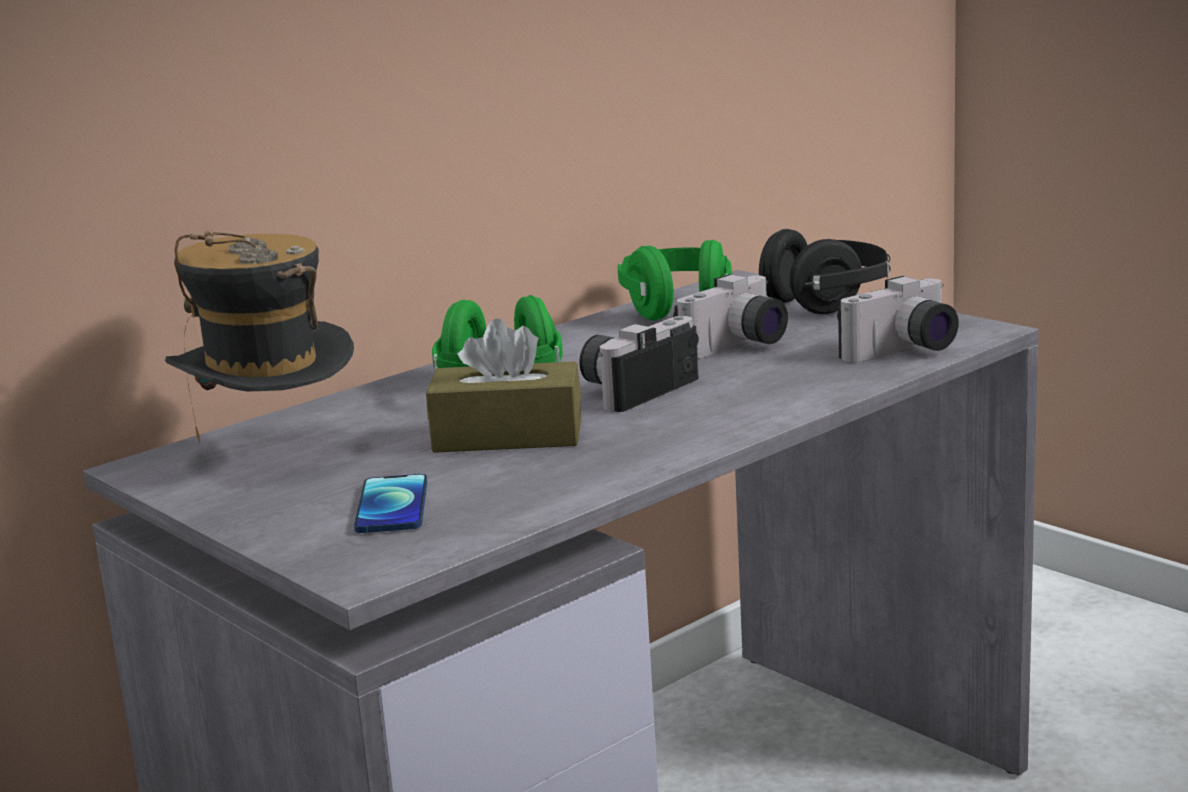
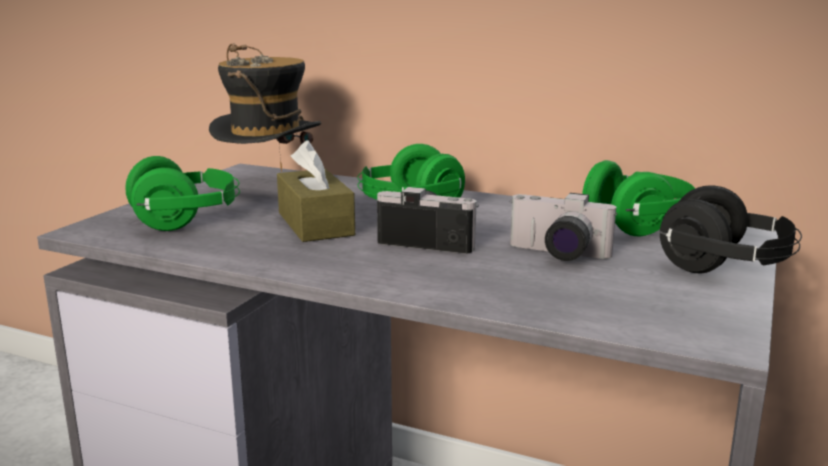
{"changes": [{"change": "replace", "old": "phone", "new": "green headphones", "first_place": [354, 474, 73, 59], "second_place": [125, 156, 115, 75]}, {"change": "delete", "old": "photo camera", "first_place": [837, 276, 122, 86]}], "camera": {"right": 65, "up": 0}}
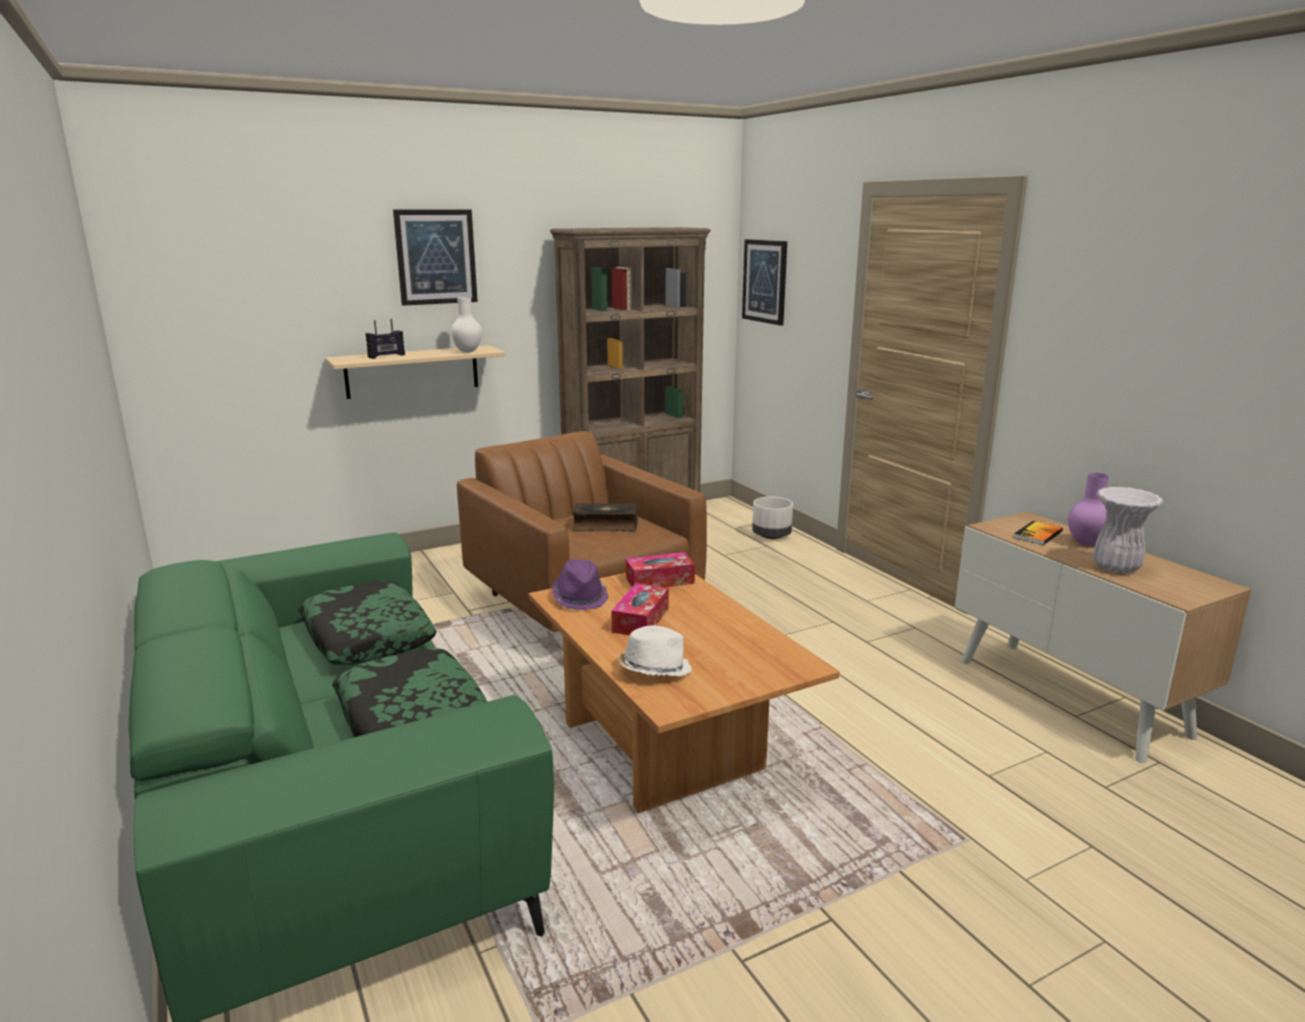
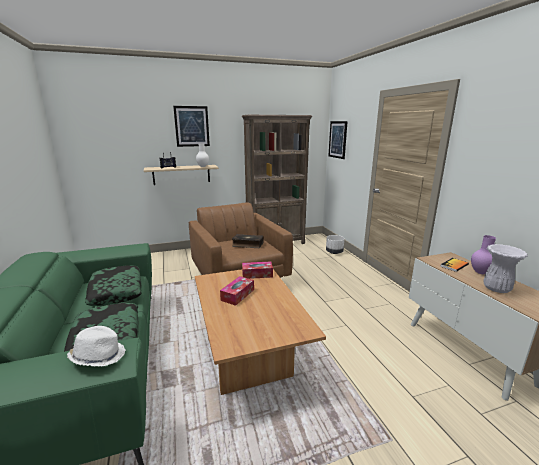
{"changes": [{"change": "delete", "old": "purple hat", "first_place": [552, 559, 57, 51]}, {"change": "move", "old": "white hat", "first_place": [618, 625, 74, 51], "second_place": [67, 326, 59, 41]}], "camera": {"right": 10, "up": 0}}
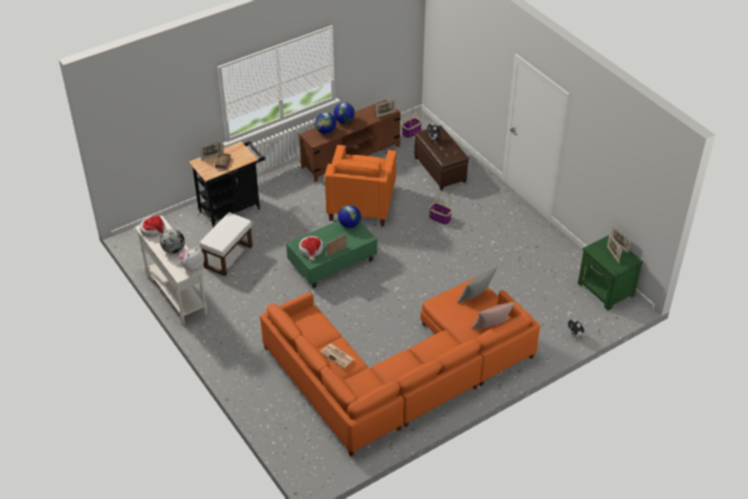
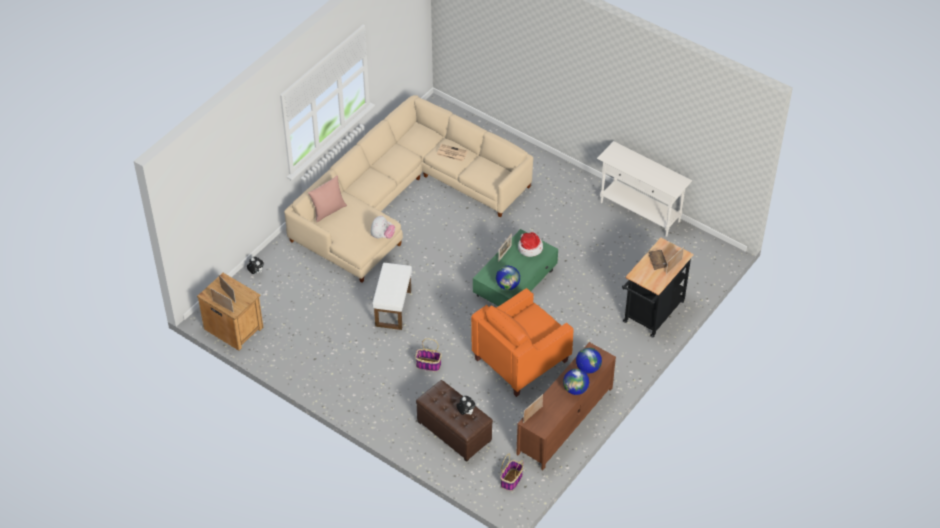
{"changes": [{"change": "delete", "old": "hat", "first_place": [140, 215, 25, 23]}, {"change": "delete", "old": "globe", "first_place": [160, 229, 25, 25]}, {"change": "move", "old": "plush toy", "first_place": [178, 248, 26, 24], "second_place": [371, 215, 24, 24]}, {"change": "move", "old": "white ottoman", "first_place": [200, 212, 53, 64], "second_place": [372, 263, 40, 67]}, {"change": "recolor", "old": "orange sofa", "new": "beige sofa", "first_place": [260, 277, 280, 180], "second_place": [284, 95, 249, 188]}, {"change": "rotate", "old": "orange armchair", "first_place": [325, 145, 72, 81], "second_place": [471, 288, 103, 109], "degrees": -120}, {"change": "delete", "old": "grey pillow", "first_place": [458, 268, 39, 35]}, {"change": "recolor", "old": "green nightstand", "new": "brown nightstand", "first_place": [578, 235, 65, 75], "second_place": [197, 273, 67, 78]}], "camera": {"right": 160, "up": 5}}
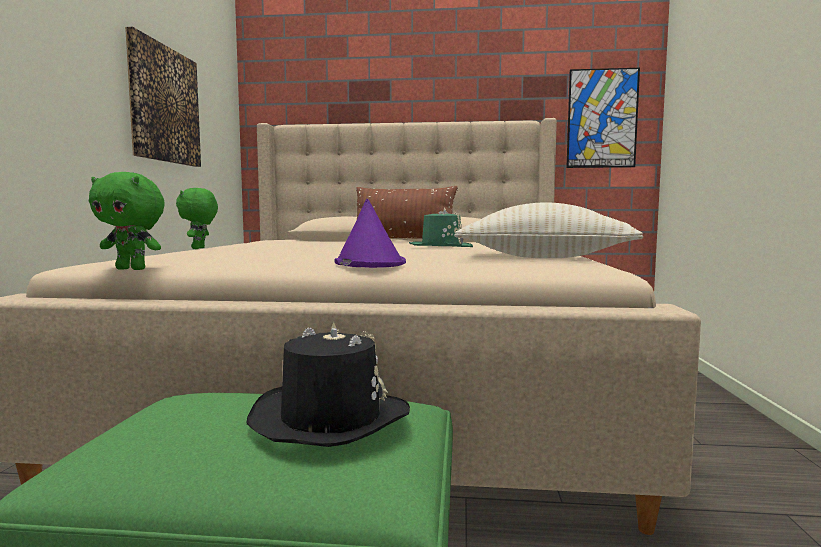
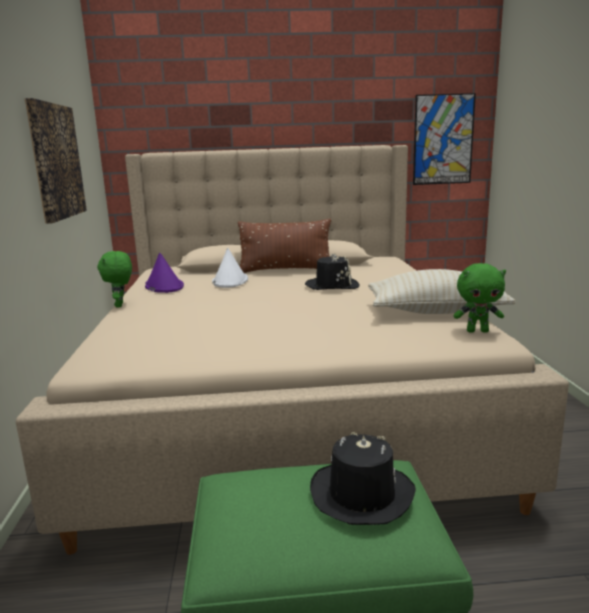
{"changes": [{"change": "move", "old": "green plush toy", "first_place": [89, 172, 76, 98], "second_place": [453, 263, 53, 70]}, {"change": "move", "old": "purple hat", "first_place": [335, 199, 71, 69], "second_place": [145, 253, 39, 40]}, {"change": "recolor", "old": "green hat", "new": "black hat", "first_place": [409, 208, 64, 39], "second_place": [305, 254, 55, 36]}, {"change": "insert", "new": "white hat", "second_place": [212, 248, 36, 40]}], "camera": {"right": -10, "up": 10}}
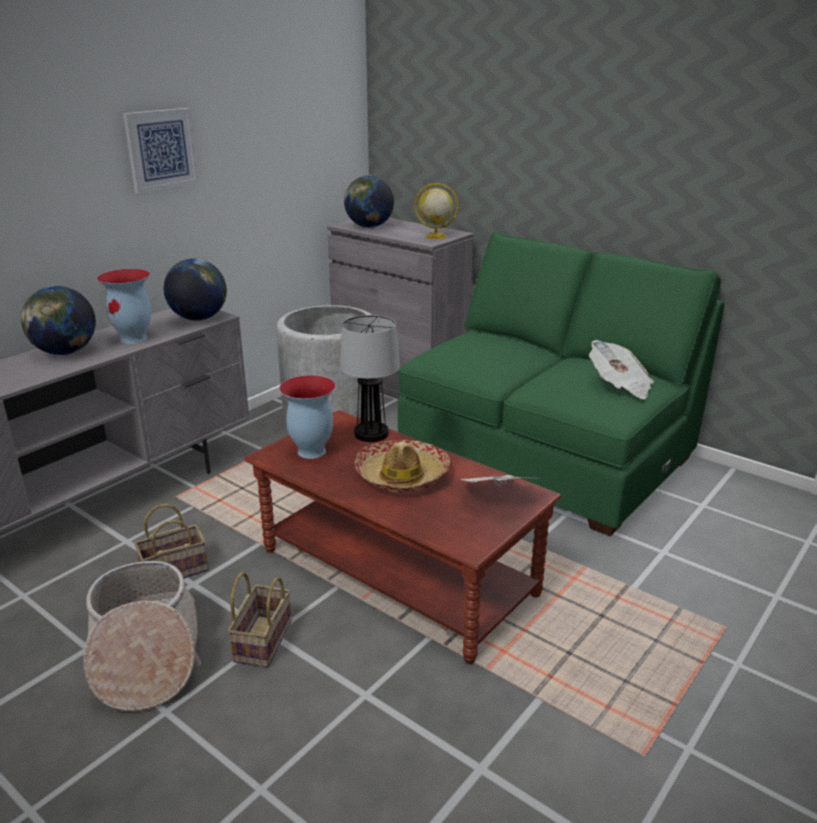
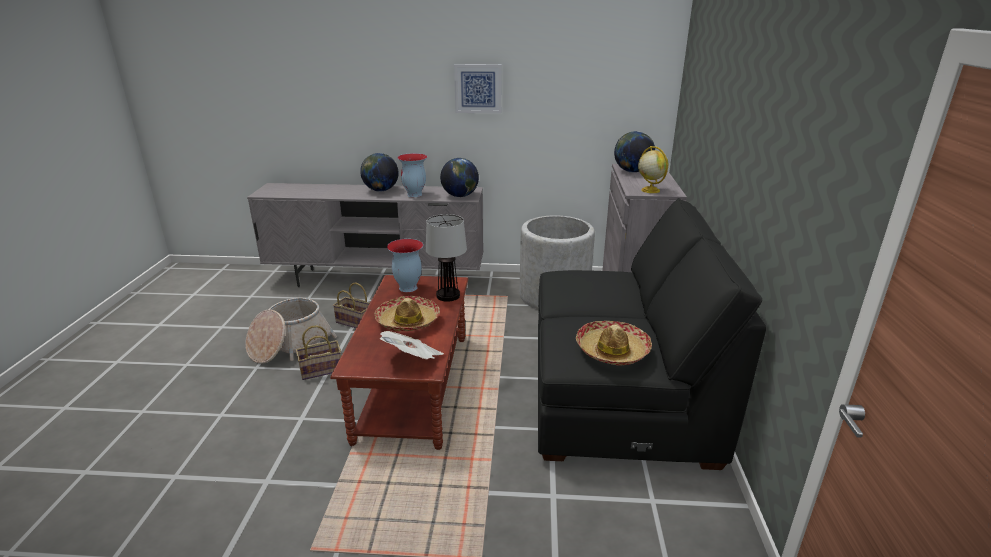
{"changes": [{"change": "recolor", "old": "green sofa", "new": "black sofa", "first_place": [398, 232, 326, 304], "second_place": [538, 198, 228, 272]}, {"change": "replace", "old": "newspaper", "new": "hat", "first_place": [589, 340, 65, 59], "second_place": [576, 321, 76, 44]}], "camera": {"right": 55, "up": 0}}
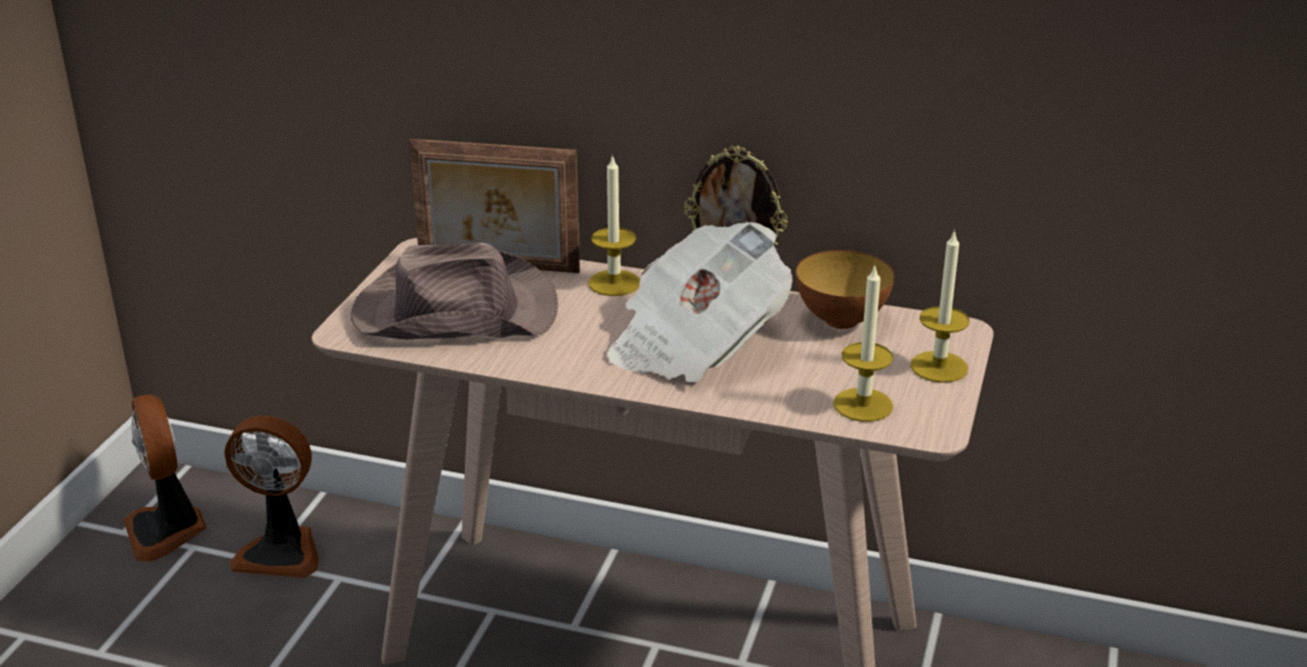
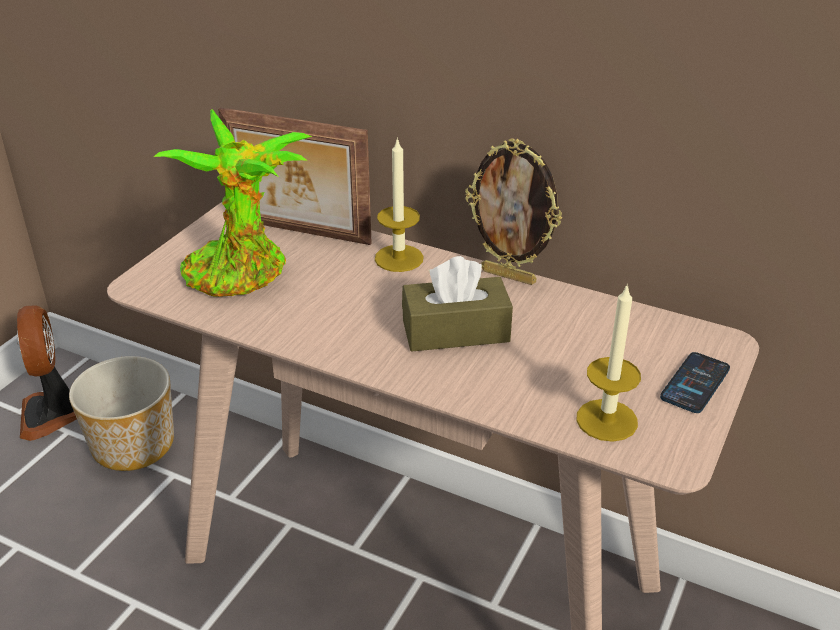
{"changes": [{"change": "replace", "old": "fan", "new": "planter", "first_place": [224, 415, 94, 163], "second_place": [69, 356, 105, 115]}, {"change": "replace", "old": "brown hat", "new": "potted plant", "first_place": [351, 243, 207, 97], "second_place": [154, 109, 158, 188]}, {"change": "replace", "old": "newspaper", "new": "brown tissue box", "first_place": [607, 222, 185, 160], "second_place": [402, 256, 111, 96]}, {"change": "delete", "old": "bowl", "first_place": [796, 250, 98, 79]}, {"change": "replace", "old": "candle", "new": "phone", "first_place": [910, 229, 59, 154], "second_place": [660, 352, 70, 61]}], "camera": {"right": 10, "up": 5}}
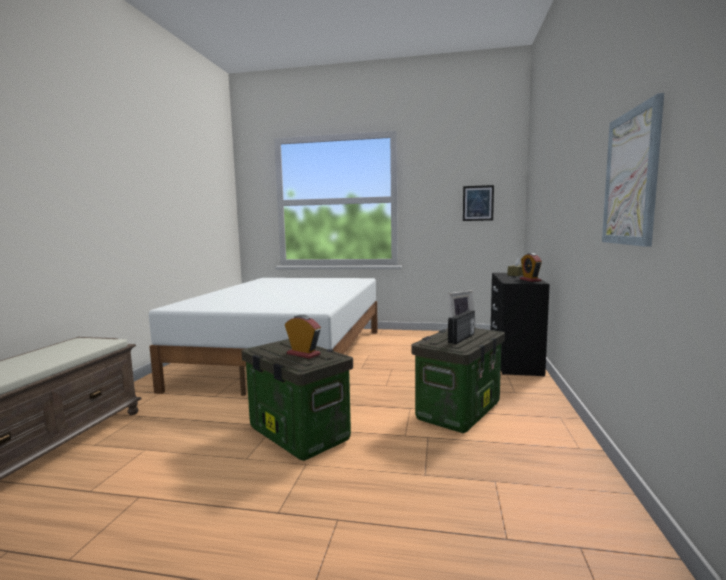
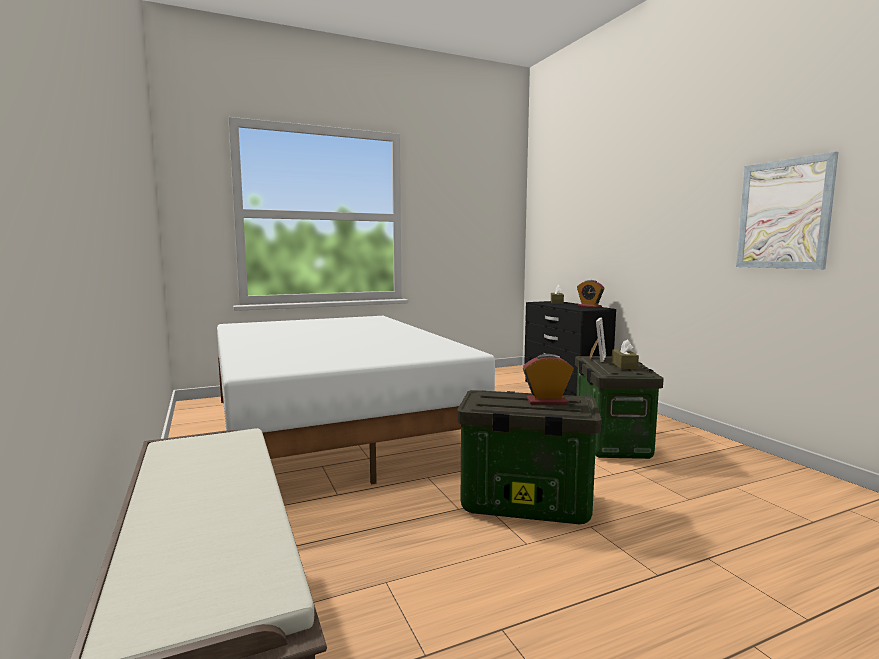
{"changes": [{"change": "replace", "old": "radio", "new": "brown tissue box", "first_place": [448, 310, 27, 34], "second_place": [612, 340, 27, 29]}, {"change": "delete", "old": "picture", "first_place": [463, 185, 31, 36]}], "camera": {"right": -35, "up": 0}}
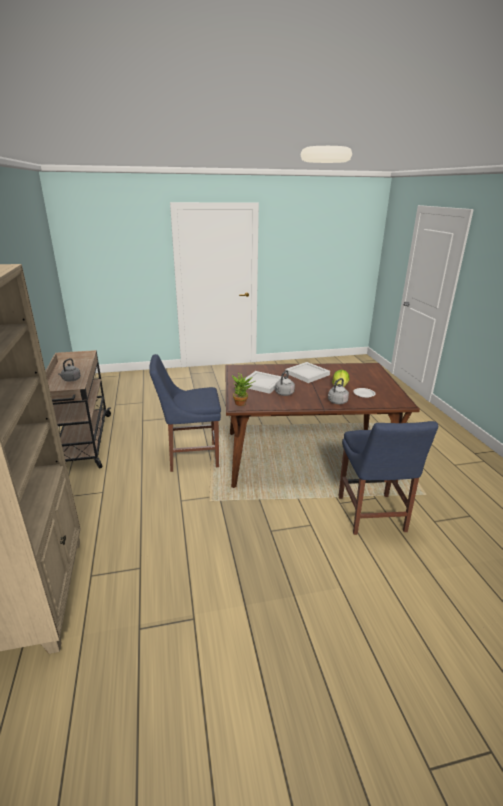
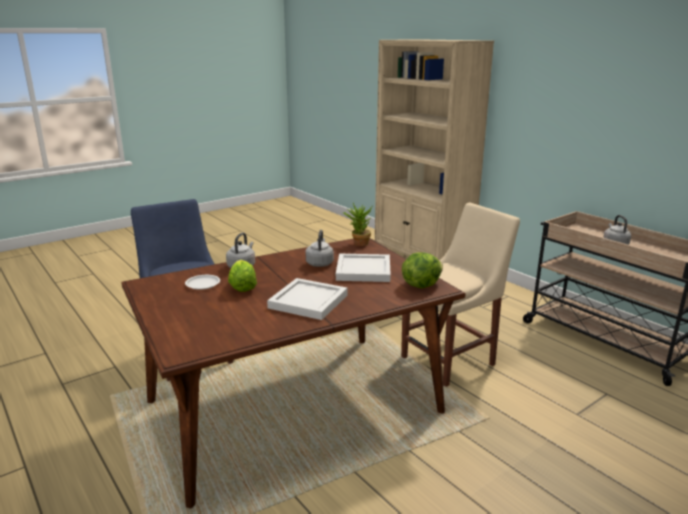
{"changes": [{"change": "recolor", "old": "blue chair", "new": "beige chair", "first_place": [149, 354, 72, 118], "second_place": [401, 203, 119, 184]}, {"change": "insert", "new": "lettuce", "second_place": [402, 252, 41, 36]}], "camera": {"right": 155, "up": -5}}
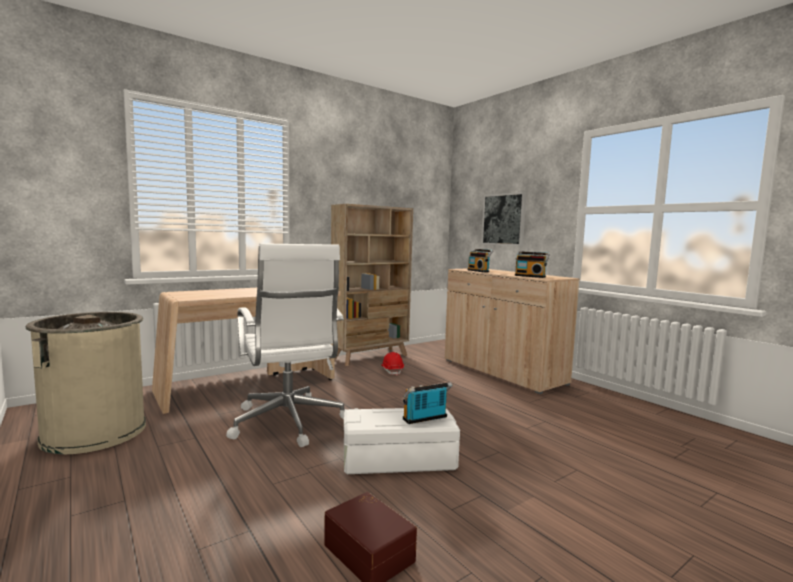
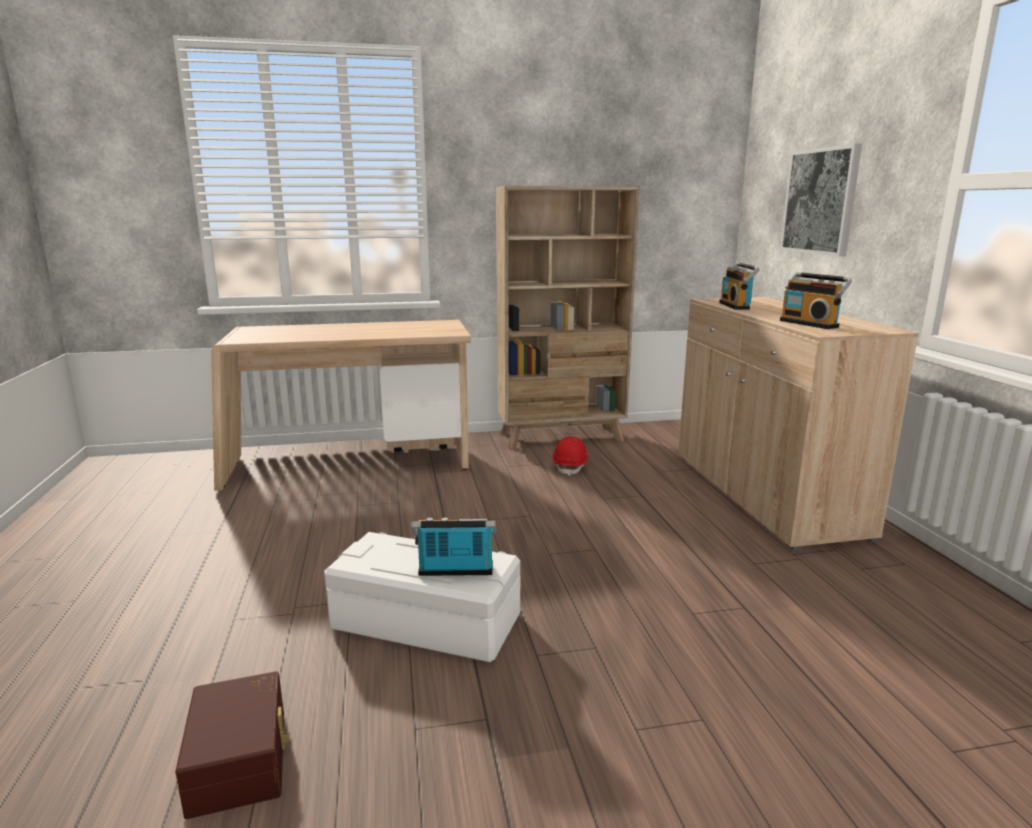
{"changes": [{"change": "delete", "old": "beige trash can", "first_place": [26, 312, 120, 142]}, {"change": "delete", "old": "white office chair", "first_place": [226, 243, 121, 204]}], "camera": {"right": 25, "up": 10}}
